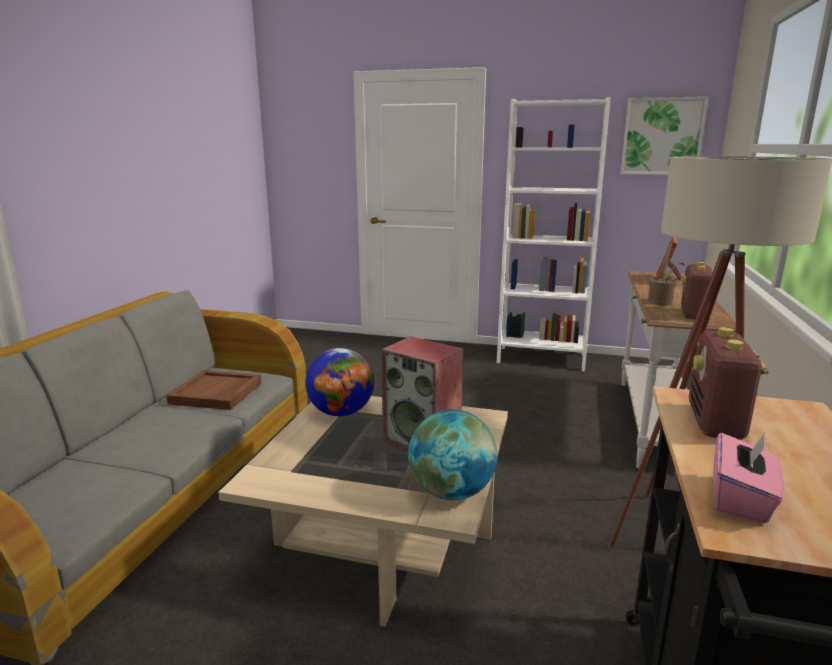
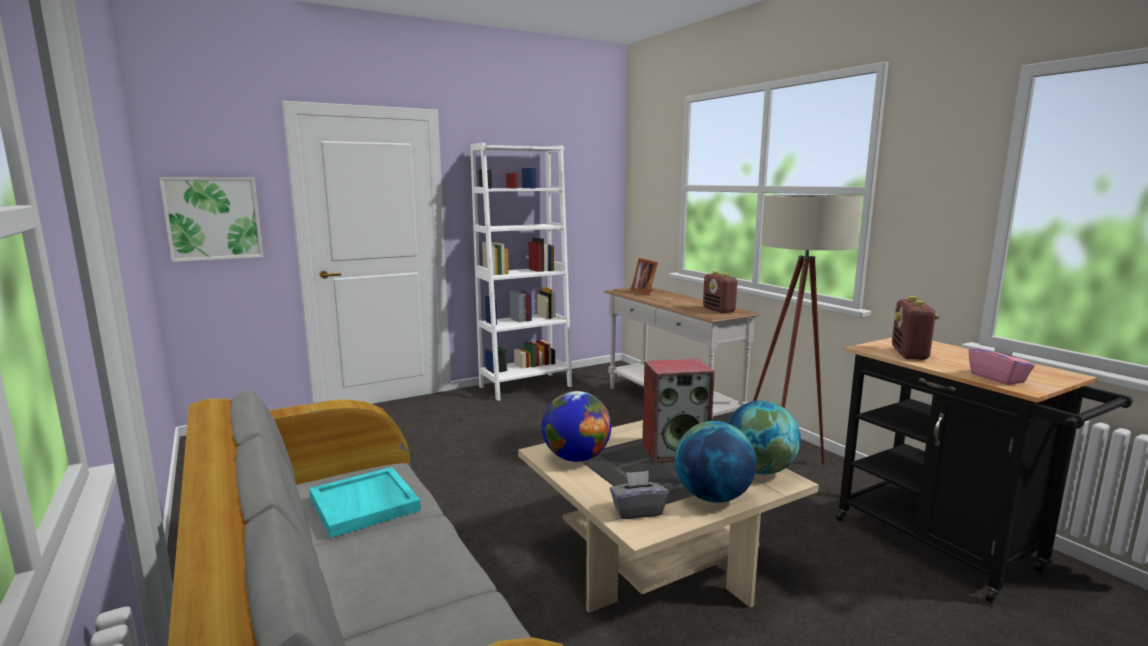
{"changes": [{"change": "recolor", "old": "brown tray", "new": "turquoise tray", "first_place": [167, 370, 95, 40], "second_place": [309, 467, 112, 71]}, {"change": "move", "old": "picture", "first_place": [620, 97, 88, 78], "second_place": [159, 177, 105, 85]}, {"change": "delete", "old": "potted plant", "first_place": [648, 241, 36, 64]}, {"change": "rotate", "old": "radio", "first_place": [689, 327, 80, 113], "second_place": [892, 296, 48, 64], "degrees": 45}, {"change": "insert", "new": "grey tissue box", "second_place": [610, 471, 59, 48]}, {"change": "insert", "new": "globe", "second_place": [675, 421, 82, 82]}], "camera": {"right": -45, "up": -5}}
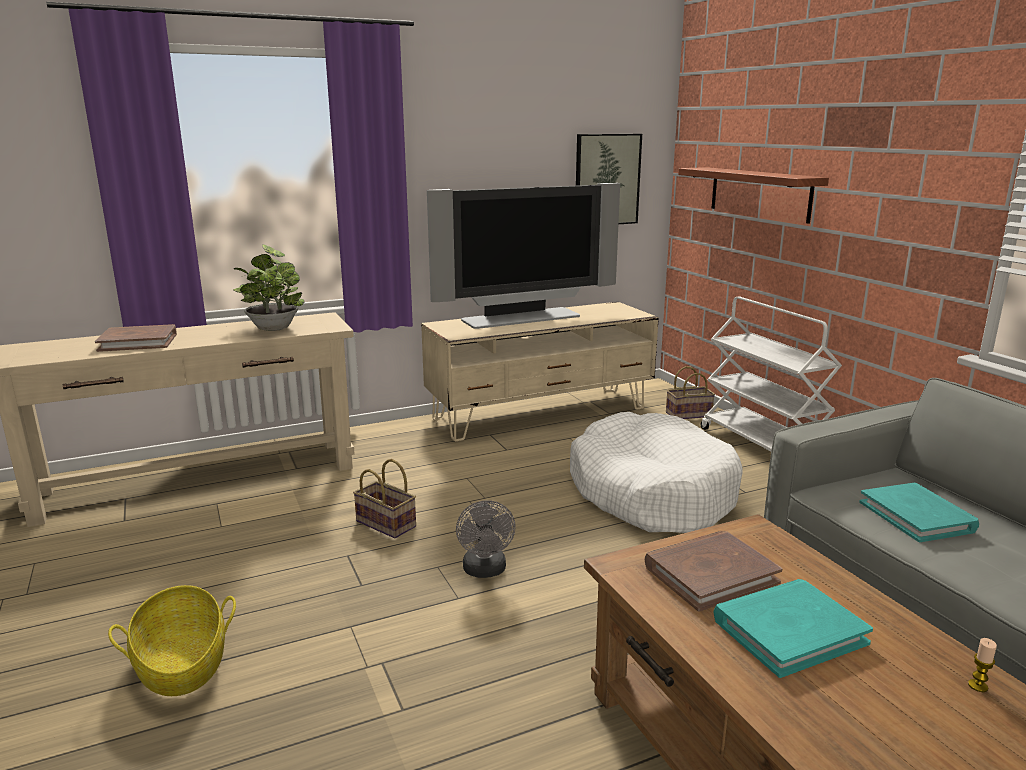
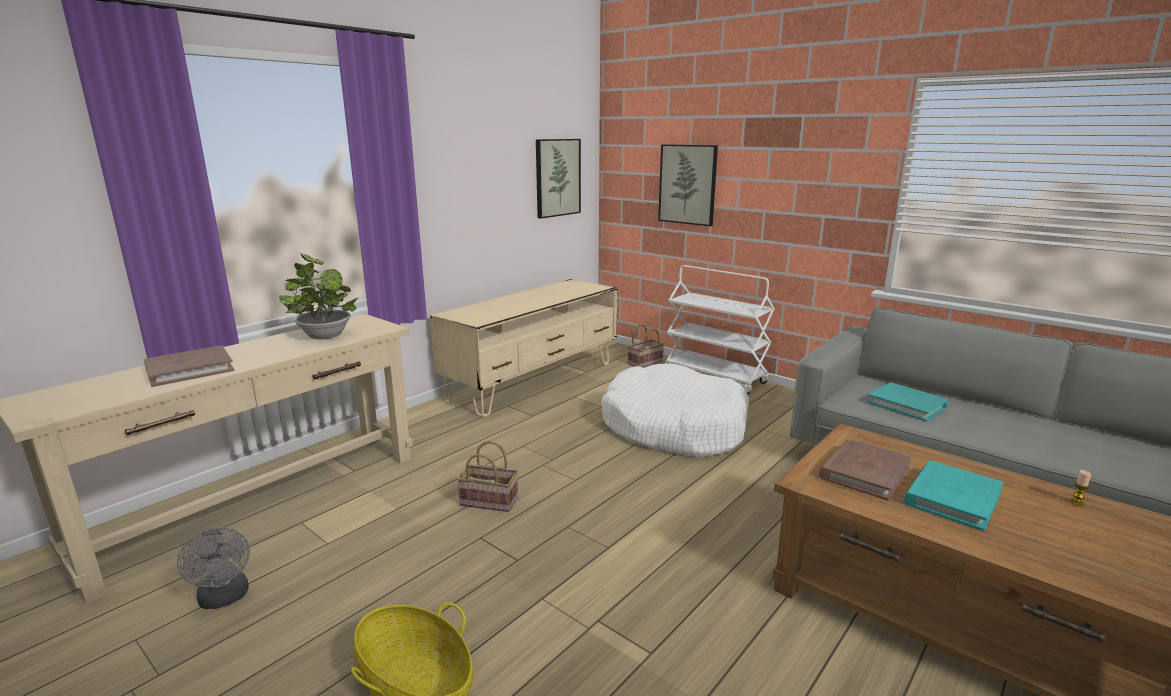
{"changes": [{"change": "delete", "old": "television", "first_place": [427, 183, 193, 146]}, {"change": "move", "old": "grey fan", "first_place": [456, 500, 60, 78], "second_place": [177, 527, 73, 82]}, {"change": "replace", "old": "shelf", "new": "picture", "first_place": [678, 167, 151, 57], "second_place": [658, 144, 60, 82]}], "camera": {"right": -25, "up": 0}}
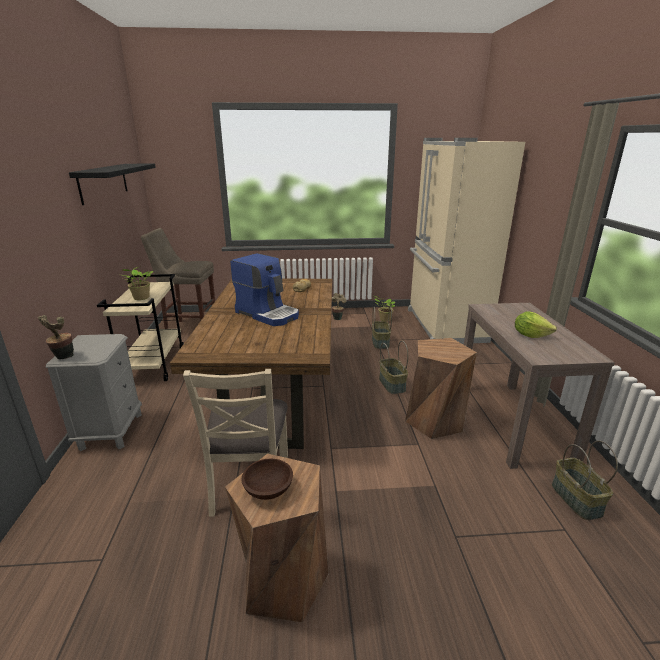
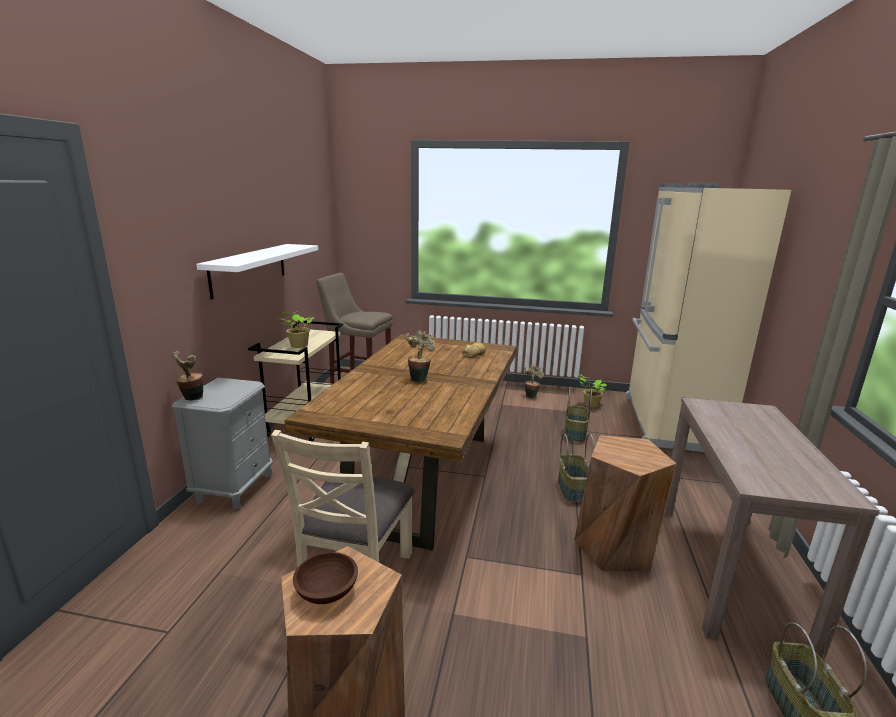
{"changes": [{"change": "delete", "old": "black shelf", "first_place": [69, 164, 87, 41]}, {"change": "replace", "old": "coffee machine", "new": "potted plant", "first_place": [230, 253, 69, 73], "second_place": [406, 330, 30, 53]}, {"change": "delete", "old": "lettuce", "first_place": [515, 312, 42, 26]}, {"change": "insert", "new": "white shelf", "second_place": [196, 244, 122, 55]}], "camera": {"right": 15, "up": -5}}
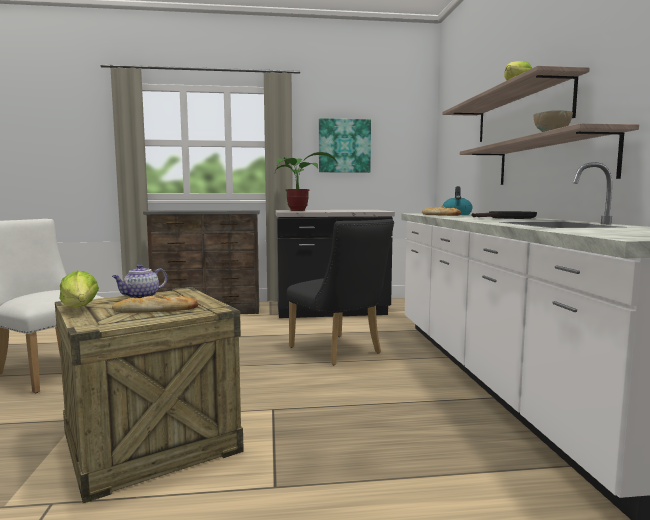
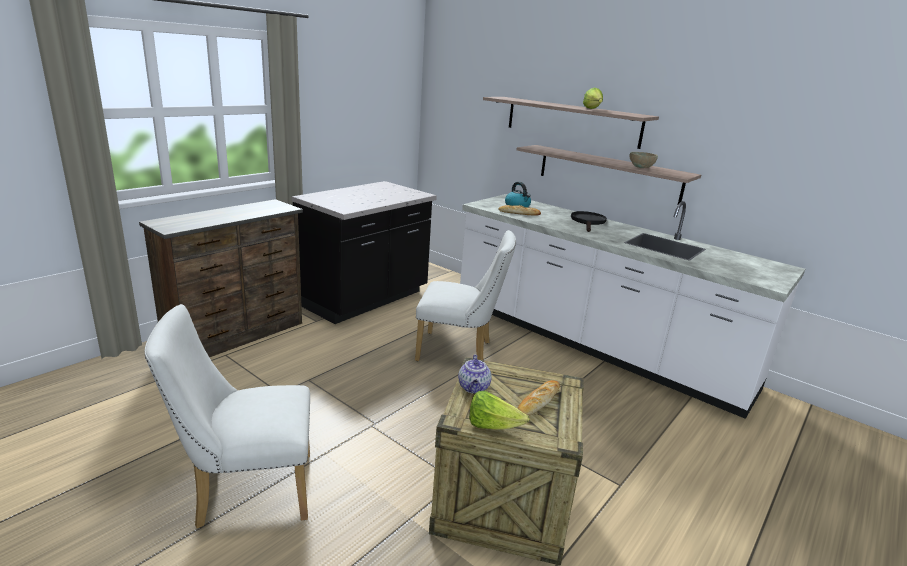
{"changes": [{"change": "delete", "old": "potted plant", "first_place": [275, 152, 62, 59]}, {"change": "recolor", "old": "black chair", "new": "white chair", "first_place": [287, 219, 107, 147], "second_place": [415, 230, 101, 131]}, {"change": "delete", "old": "picture", "first_place": [319, 118, 52, 55]}], "camera": {"right": -45, "up": 15}}
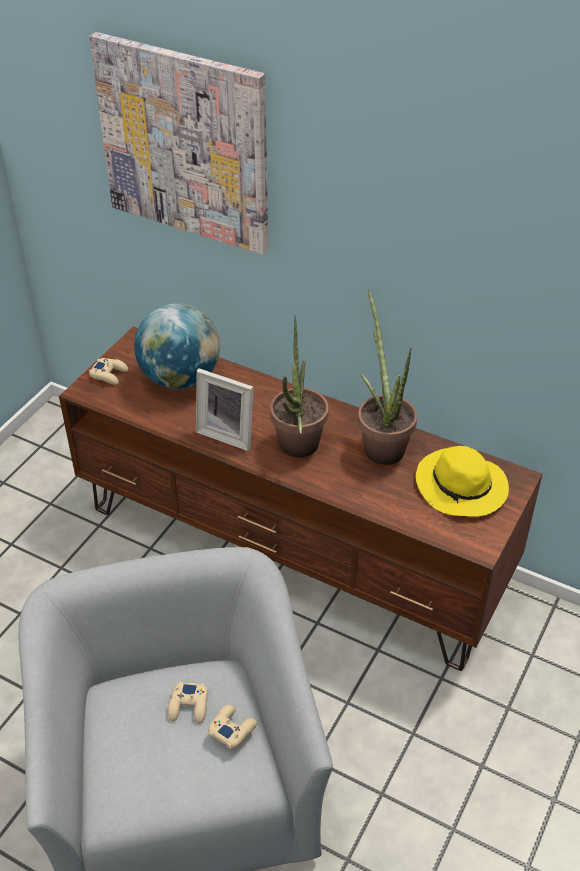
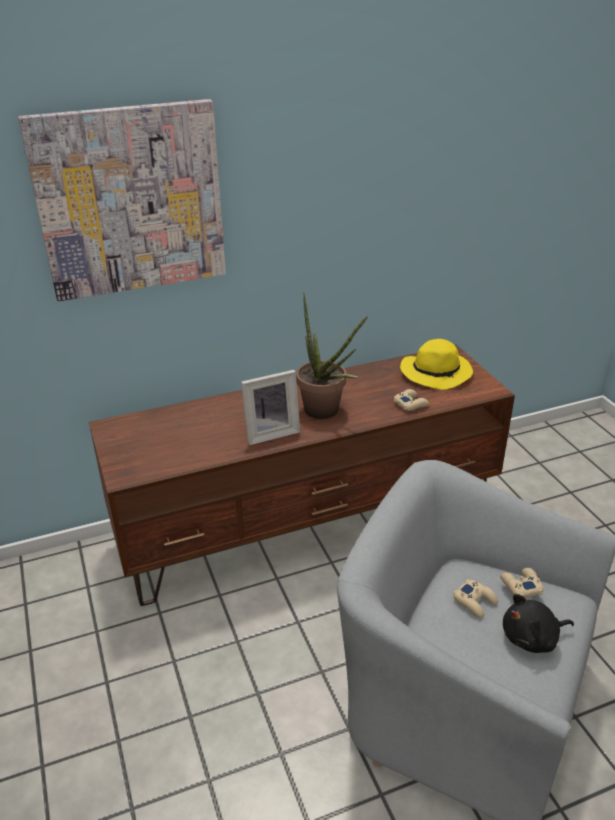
{"changes": [{"change": "move", "old": "beige game controller", "first_place": [89, 358, 39, 27], "second_place": [393, 389, 36, 22]}, {"change": "delete", "old": "globe", "first_place": [134, 303, 86, 86]}, {"change": "delete", "old": "potted plant", "first_place": [358, 289, 59, 176]}, {"change": "insert", "new": "black plush toy", "second_place": [503, 594, 71, 59]}], "camera": {"right": -50, "up": -10}}
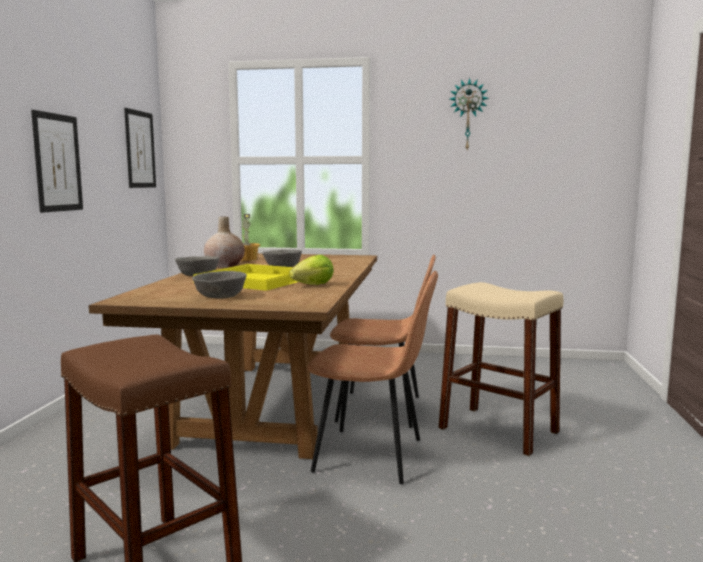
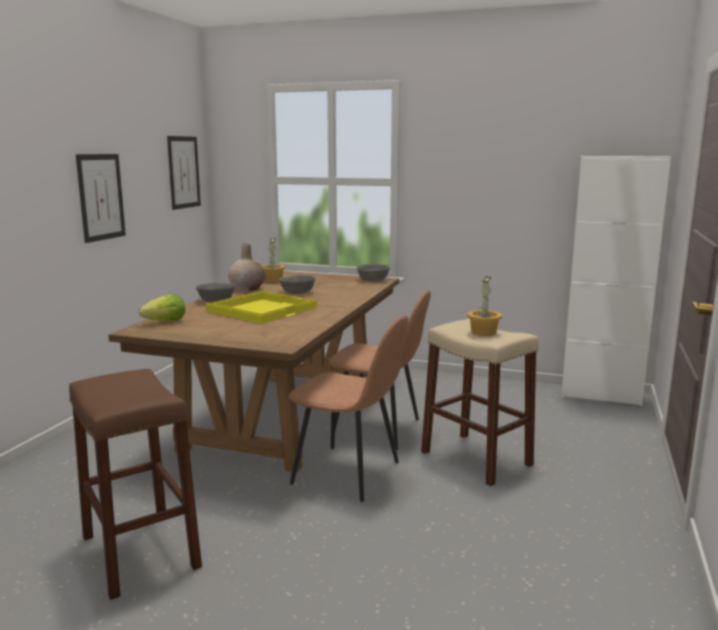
{"changes": [{"change": "move", "old": "grey bowl", "first_place": [192, 271, 55, 28], "second_place": [357, 264, 33, 18]}, {"change": "move", "old": "lettuce", "first_place": [289, 255, 45, 30], "second_place": [139, 294, 46, 27]}, {"change": "delete", "old": "wall clock", "first_place": [450, 78, 39, 72]}, {"change": "insert", "new": "potted plant", "second_place": [467, 276, 35, 60]}, {"change": "insert", "new": "white cabinet", "second_place": [561, 156, 110, 250]}], "camera": {"right": 10, "up": 5}}
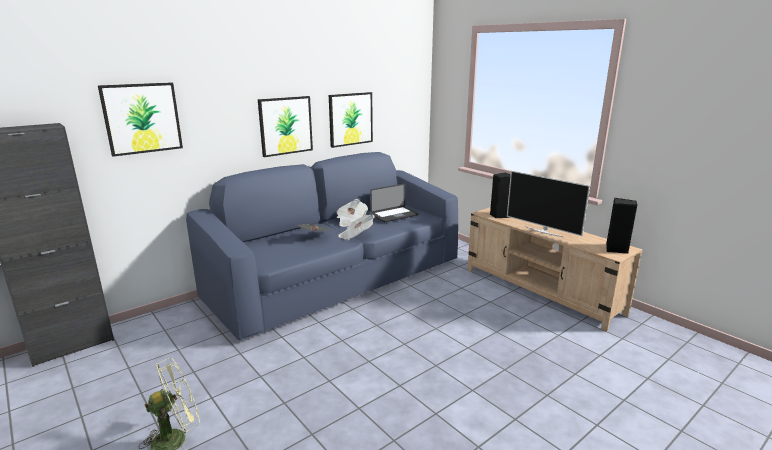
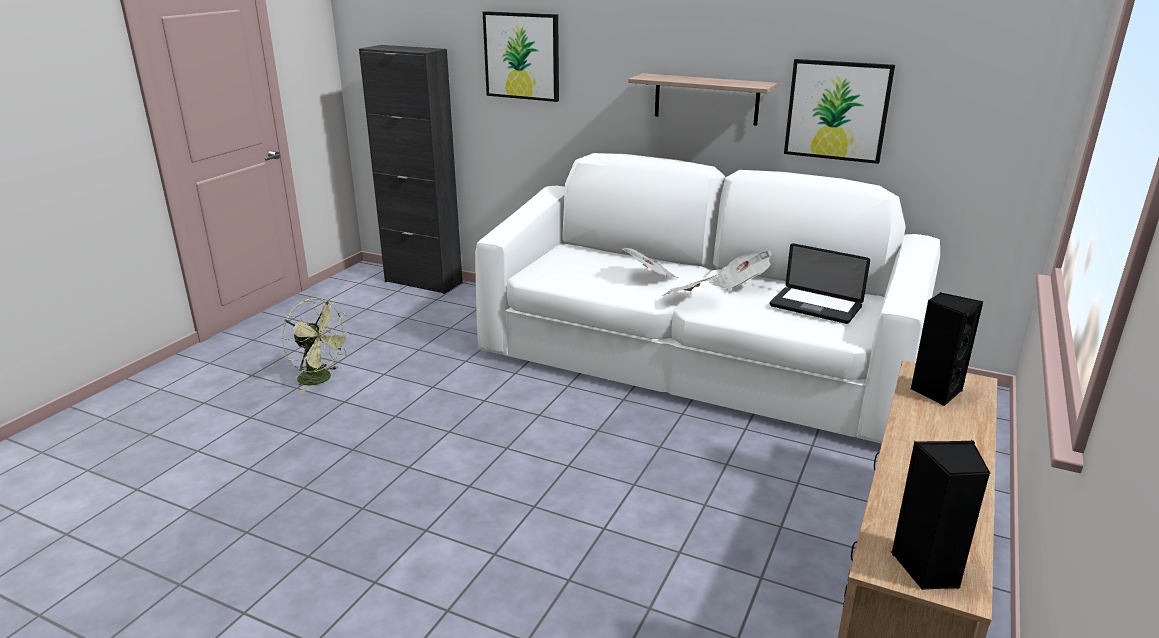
{"changes": [{"change": "recolor", "old": "blue sofa", "new": "white sofa", "first_place": [186, 152, 272, 188], "second_place": [476, 153, 464, 291]}, {"change": "replace", "old": "picture", "new": "shelf", "first_place": [258, 96, 55, 61], "second_place": [628, 73, 149, 53]}, {"change": "delete", "old": "television", "first_place": [507, 171, 83, 66]}], "camera": {"right": 65, "up": 5}}
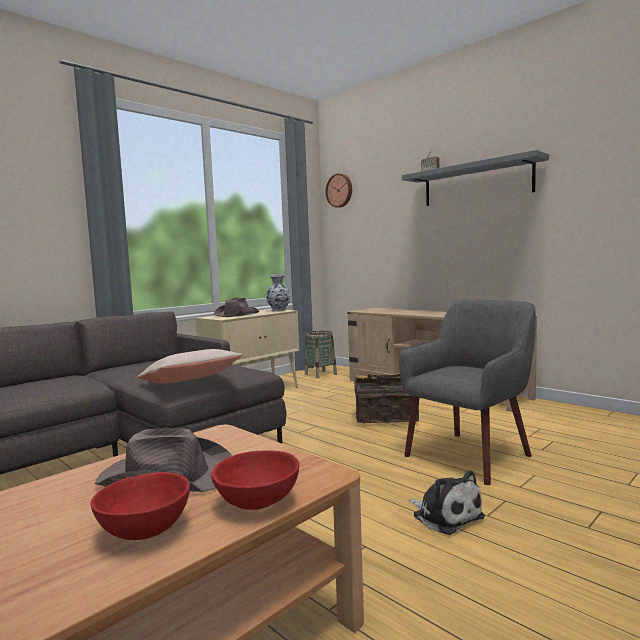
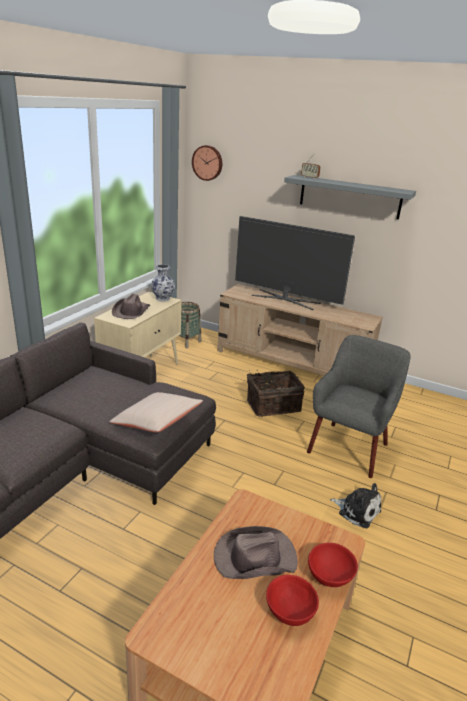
{"changes": [{"change": "insert", "new": "television", "second_place": [235, 216, 120, 94]}], "camera": {"right": -20, "up": 20}}
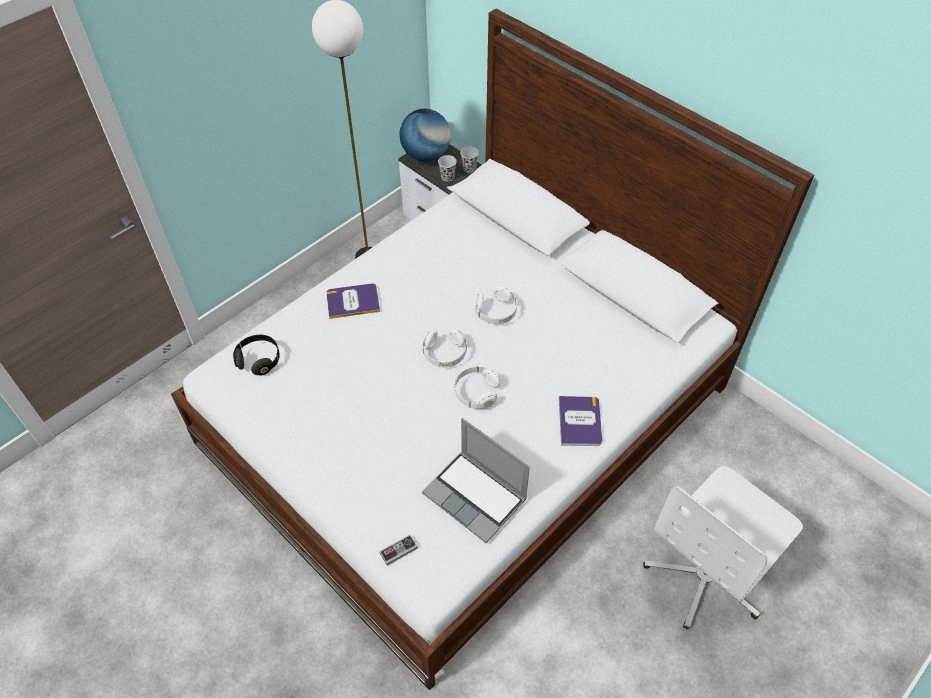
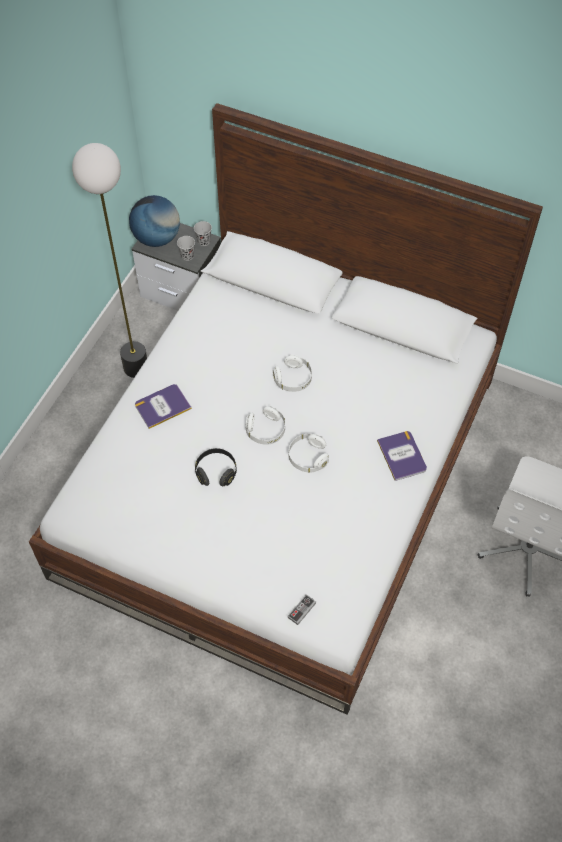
{"changes": [{"change": "move", "old": "black headphones", "first_place": [233, 335, 47, 41], "second_place": [195, 448, 42, 38]}, {"change": "delete", "old": "laptop", "first_place": [422, 418, 108, 125]}], "camera": {"right": -20, "up": 5}}
